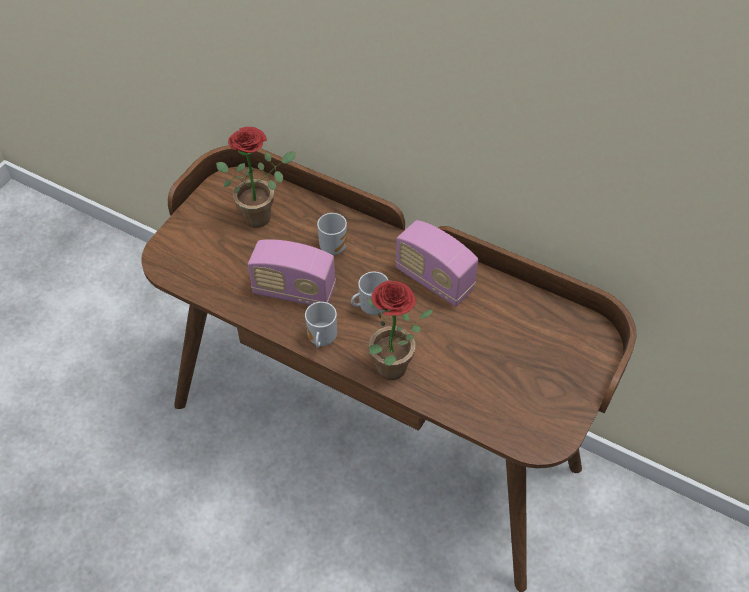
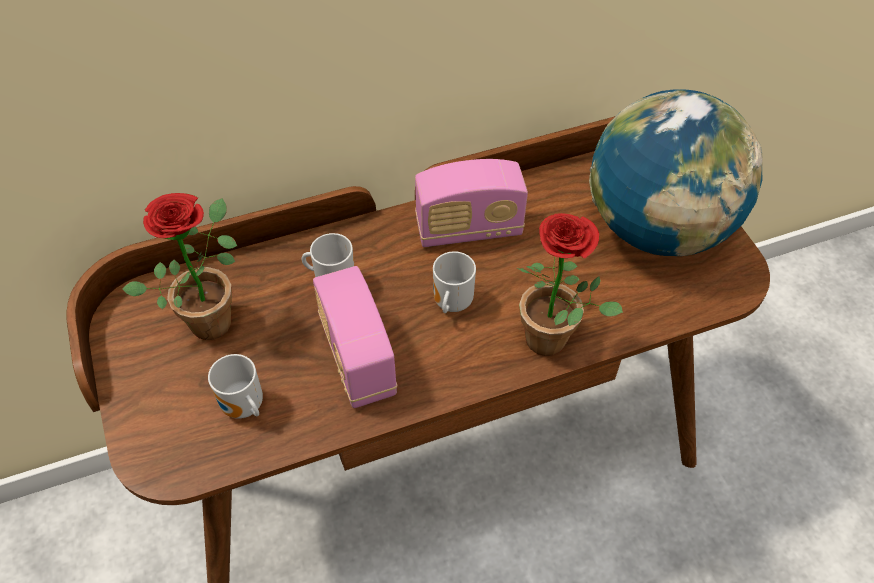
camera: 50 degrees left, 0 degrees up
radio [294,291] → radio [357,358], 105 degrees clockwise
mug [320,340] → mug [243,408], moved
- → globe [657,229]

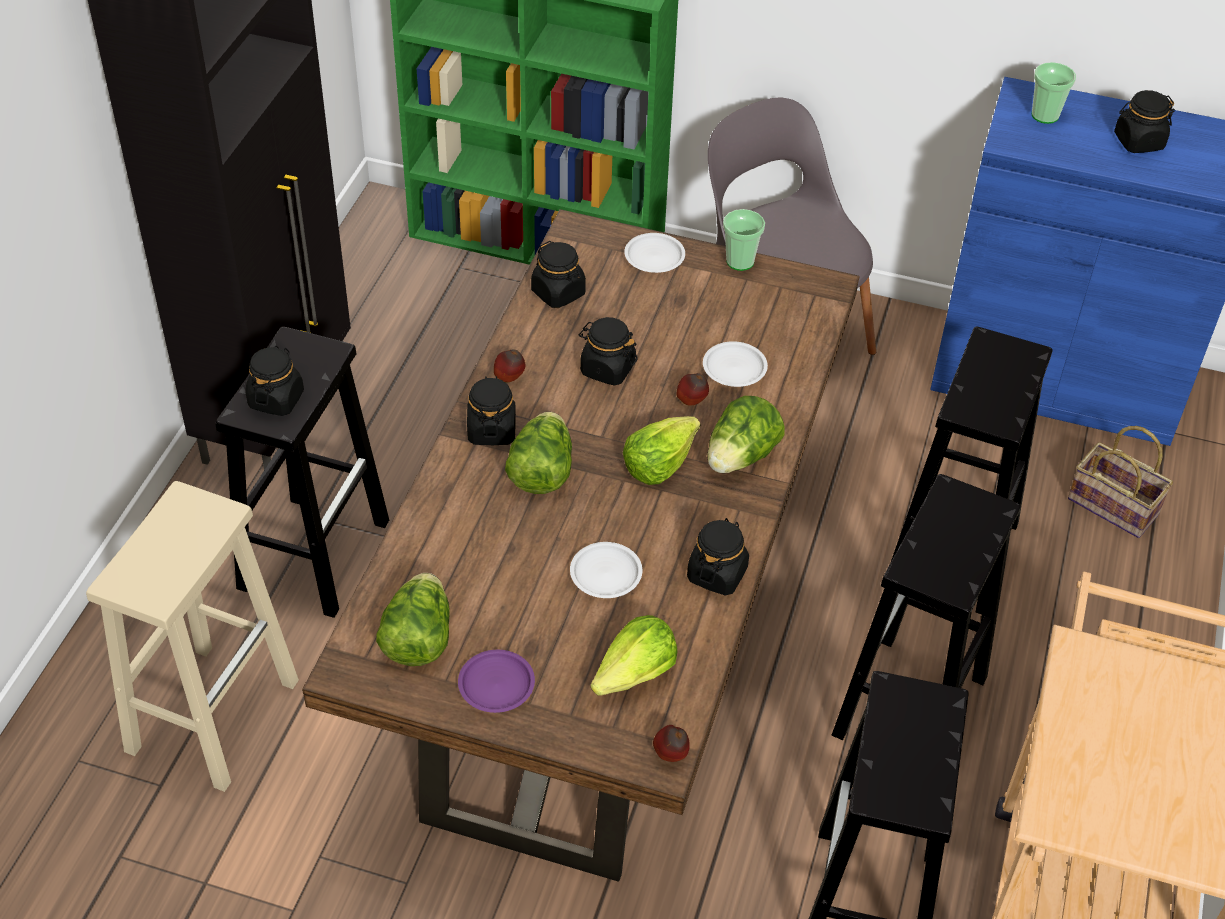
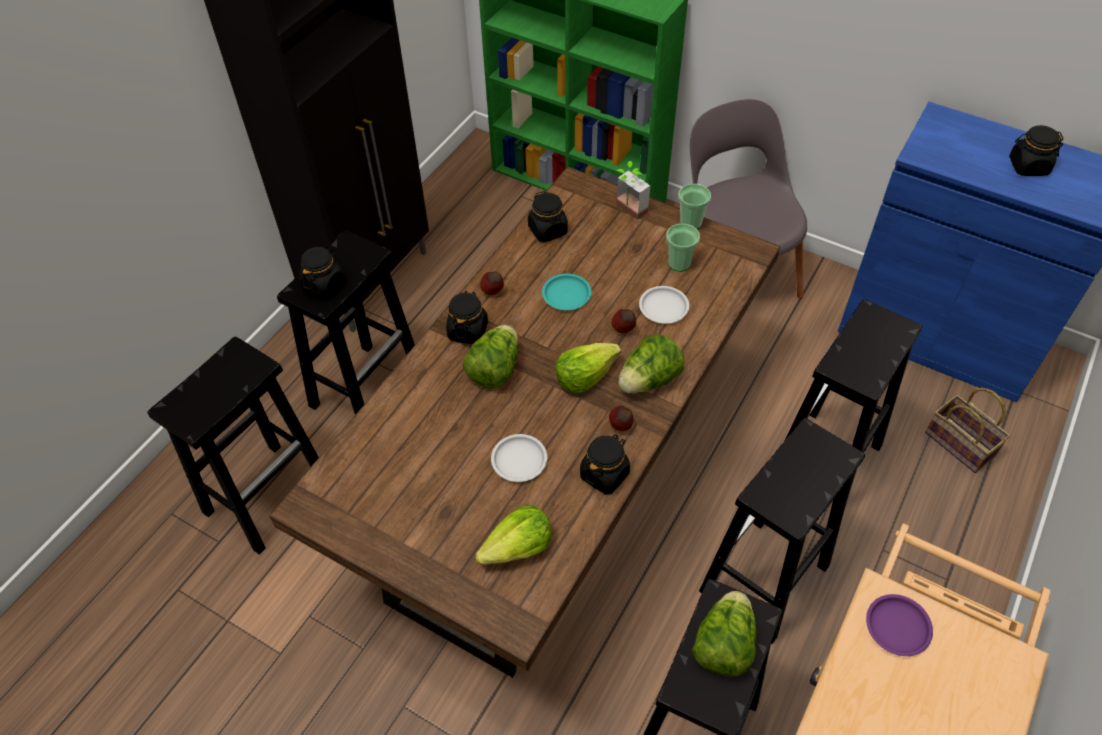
camera: 15 degrees right, 5 degrees up
cup [1045,115] → cup [679,263], moved
plate in white [655,257] → potted plant [627,211]
jar in black [607,369] → plate in turquoise [567,294]
stool in beige [214,713] → stool in black [268,495]
lettuce [418,639] → lettuce [723,645], moved
plate in purple [495,685] → plate in purple [897,627], moved
apple [671,756] → apple [621,427], moved

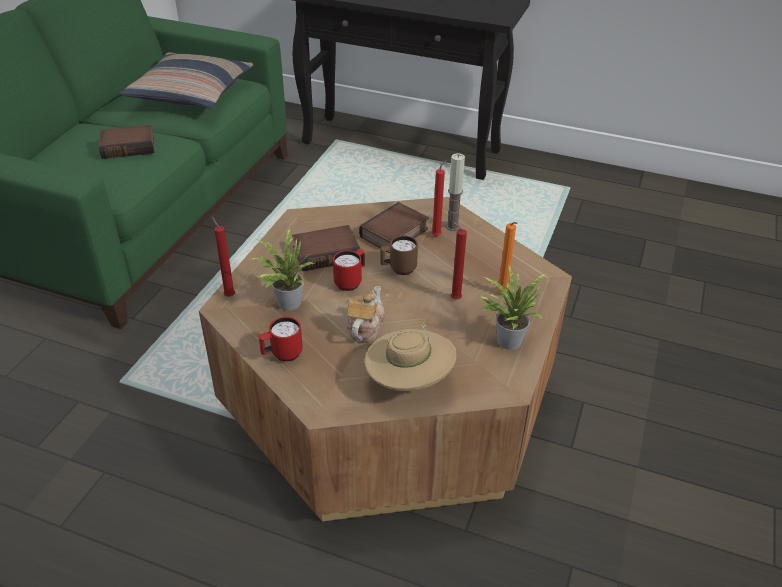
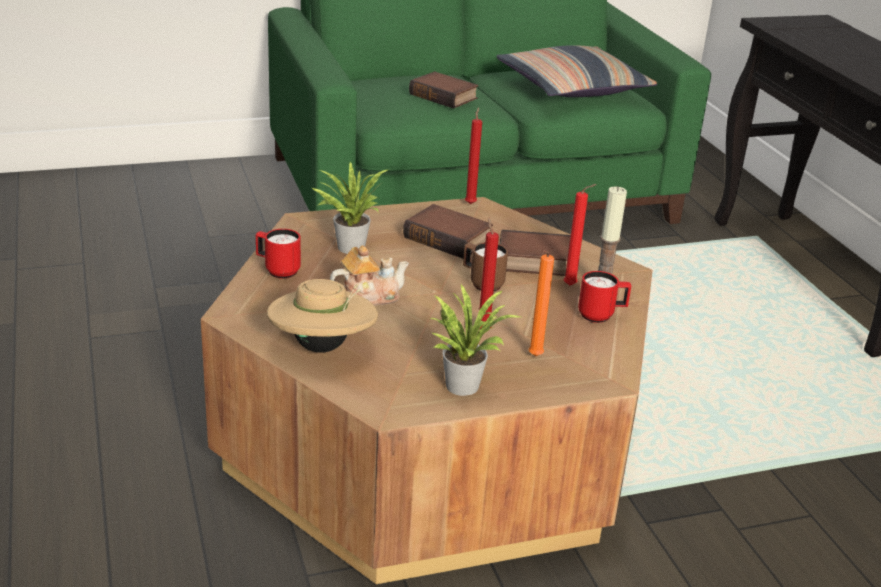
camera: 50 degrees right, 10 degrees down
candle in red [228,295] → candle in red [470,203], moved
mug in red [351,281] → mug in red [601,316], moved

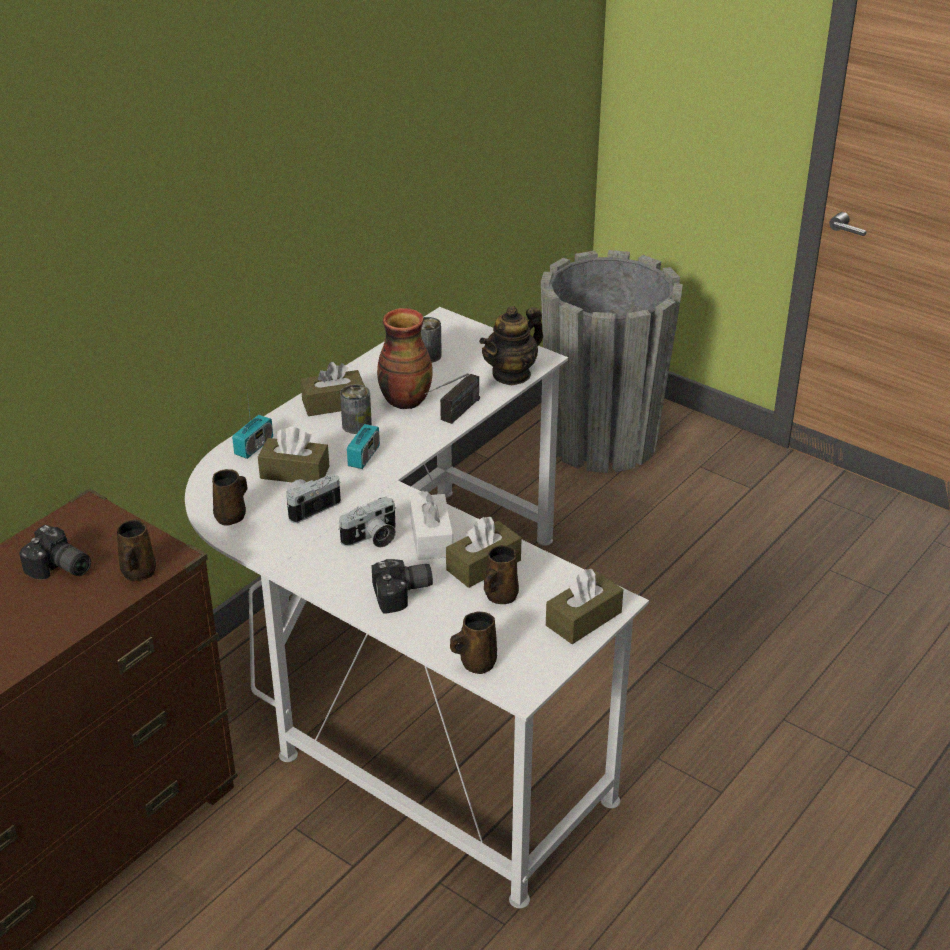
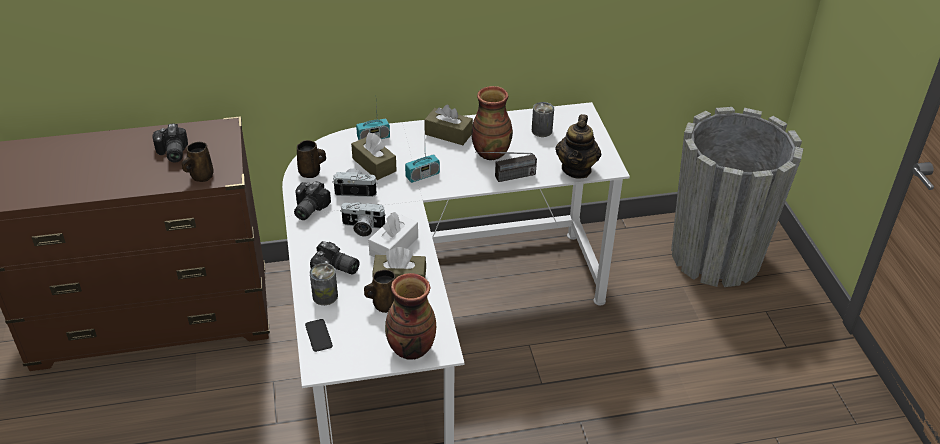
camera: 40 degrees right, 5 degrees up
teapot [511,374] → teapot [577,169], 75 degrees counterclockwise
can [356,425] → can [325,296], moved
tissue box in brown [583,619] → vase [410,349]
mug in brown [476,663] → phone [318,335]
- → photo camera [307,209]

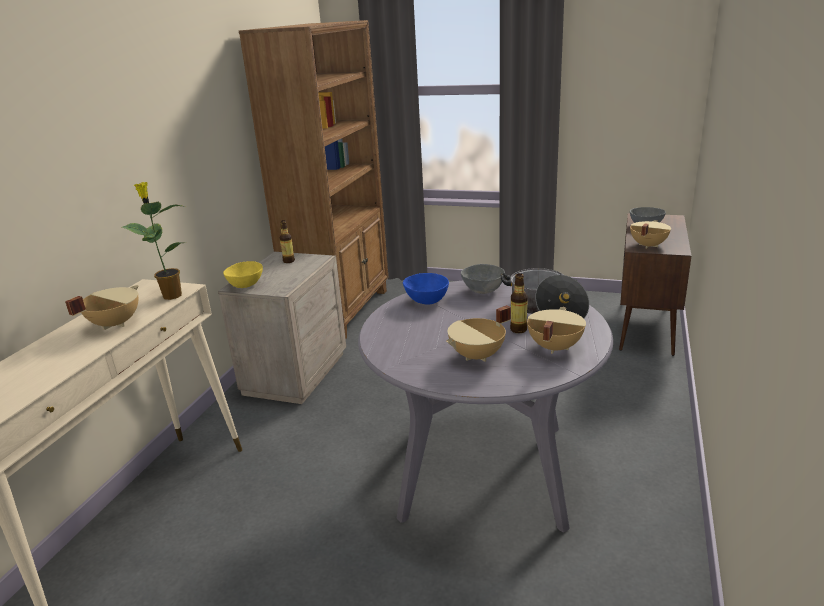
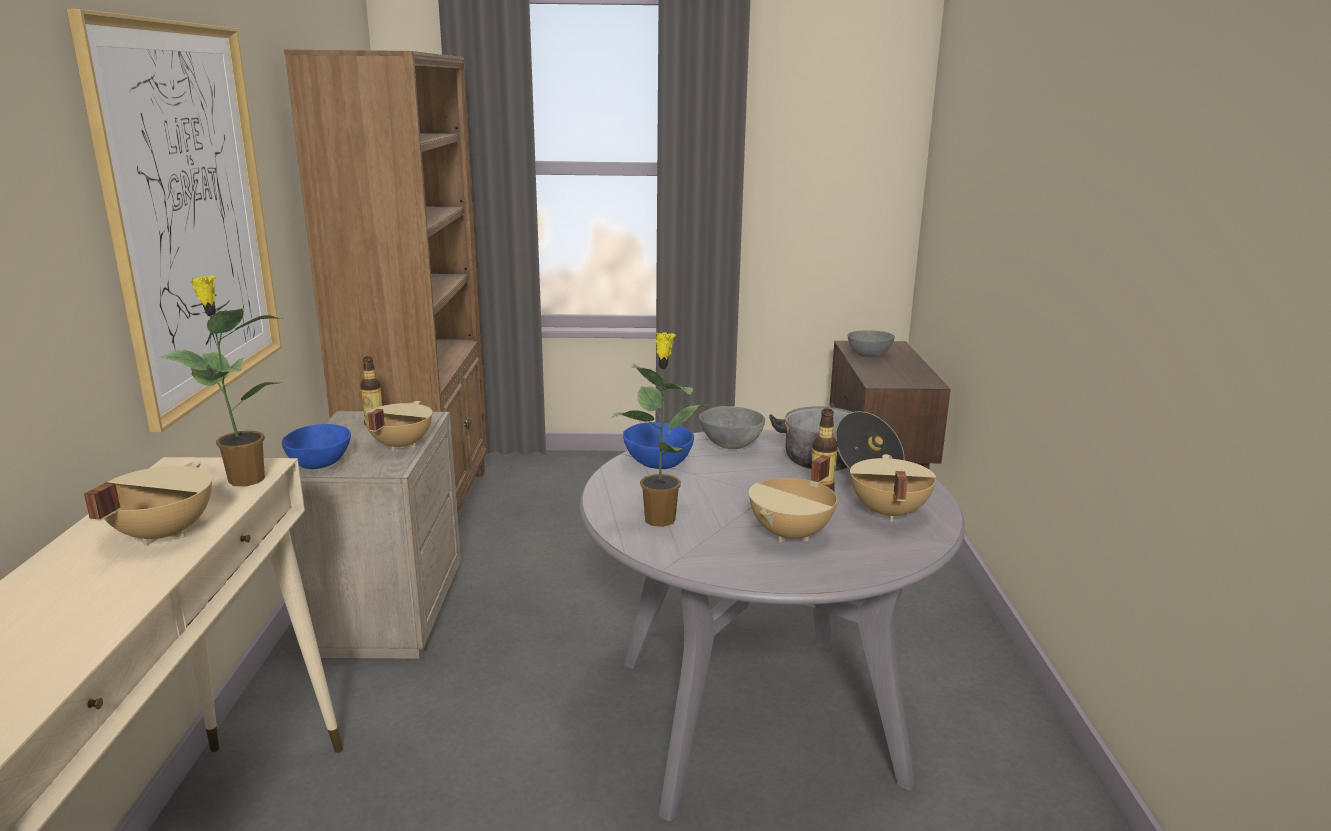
camera: 20 degrees left, 5 degrees down
cooking pot in beige [647,245] → cooking pot in beige [399,445], moved
bowl in yellow [246,285] → bowl in blue [321,463]
- → picture [191,214]
- → potted plant [660,518]

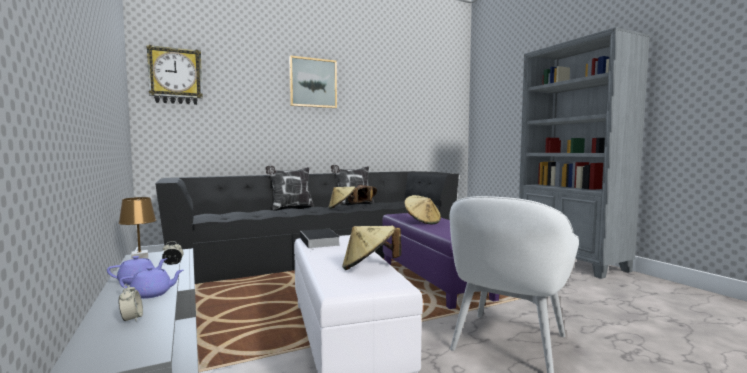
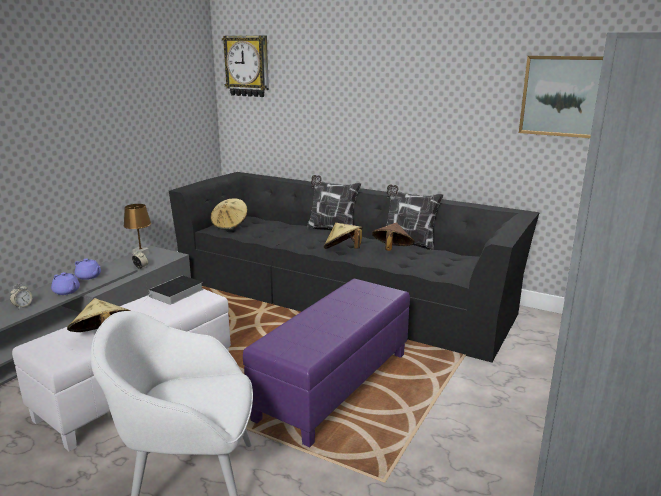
camera: 55 degrees right, 15 degrees up
picture [313,83] → picture [563,96], moved
hat in beige [422,222] → hat in beige [230,225], moved

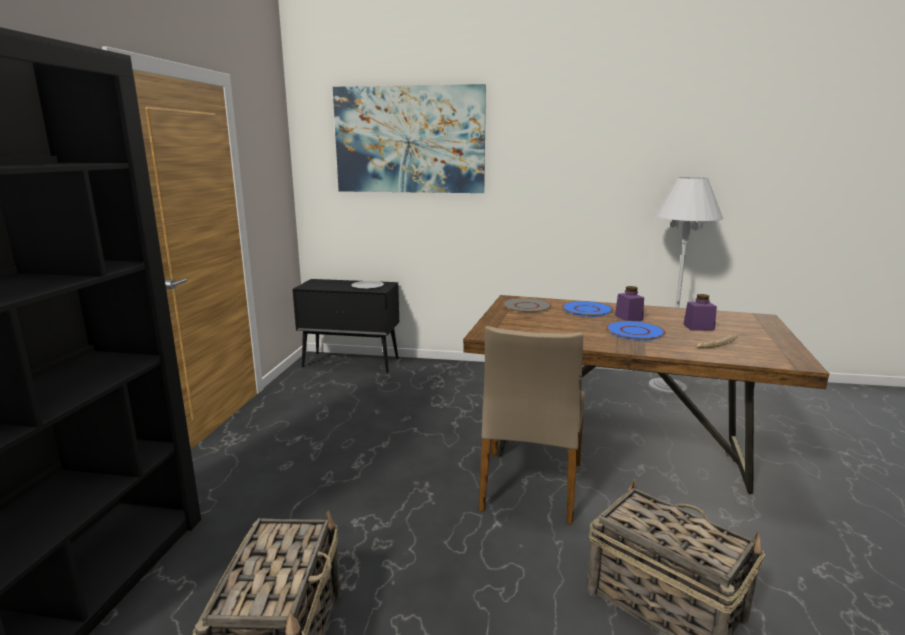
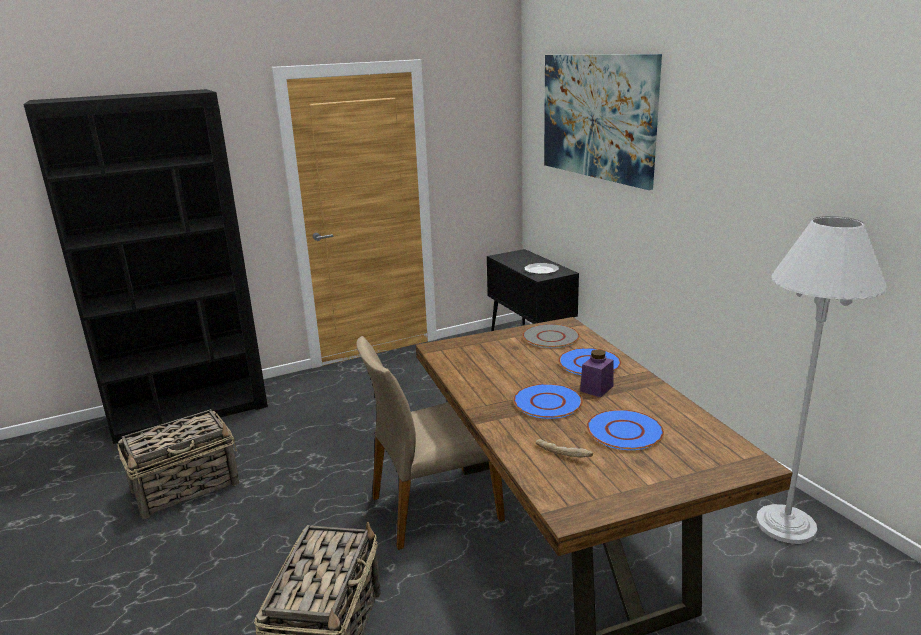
camera: 55 degrees right, 5 degrees up
jar in purple [698,327] → plate in blue [625,431]

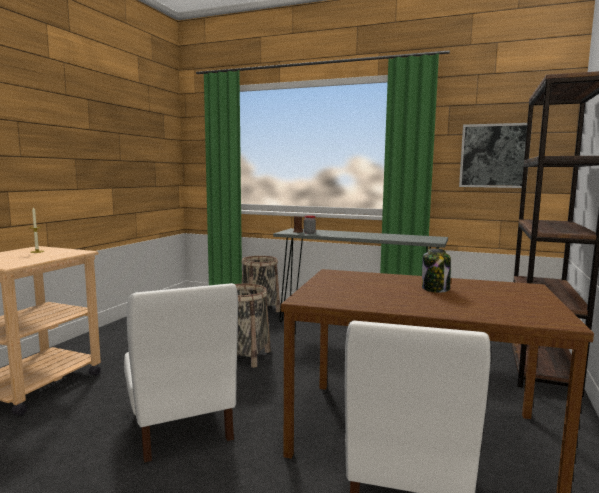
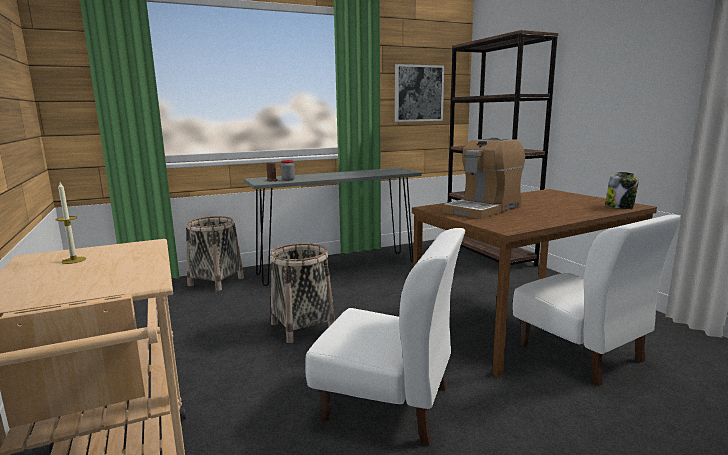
camera: 45 degrees left, 5 degrees up
jar [435,289] → jar [620,206], moved
- → coffee machine [483,209]

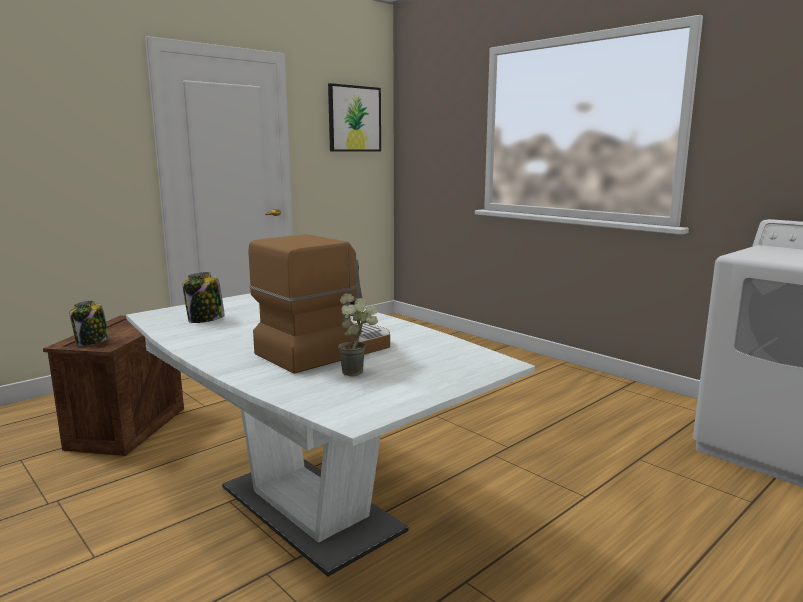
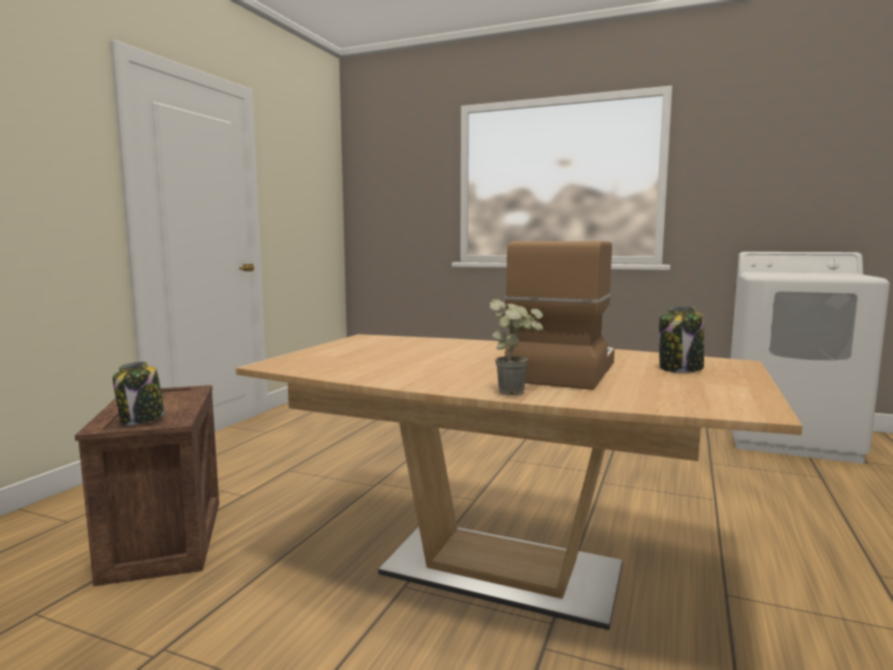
camera: 25 degrees left, 5 degrees down
picture [354,119] → -
jar [205,320] → jar [680,369], moved
dining table in white [309,508] → dining table in brown [501,570]
potted plant [359,372] → potted plant [516,392], moved

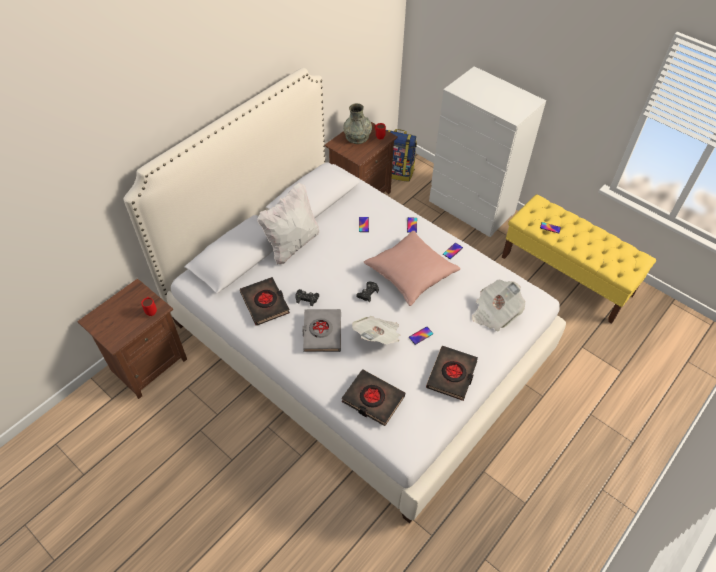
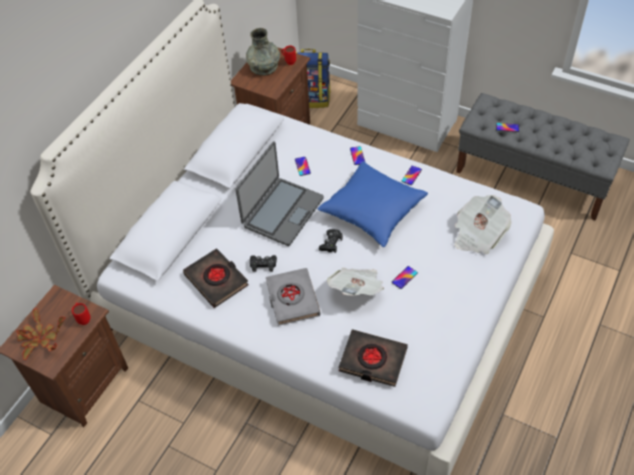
camera: 10 degrees left, 0 degrees up
pillow in white [292,245] → -
bench in yellow [566,276] → bench in grey [533,178]
pillow in pink [410,274] → pillow in blue [372,211]
book in black [452,375] → -
- → laptop [282,212]
- → potted plant [40,339]

